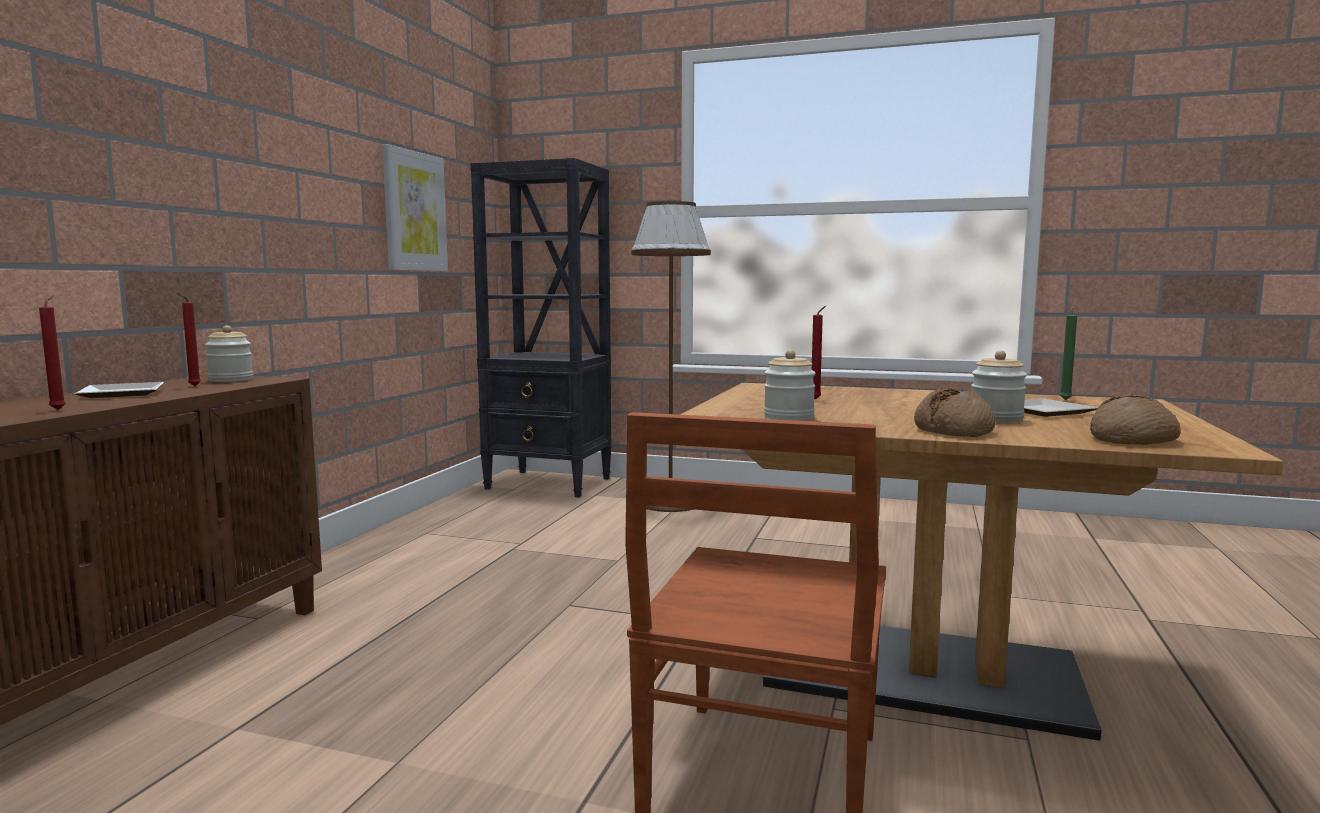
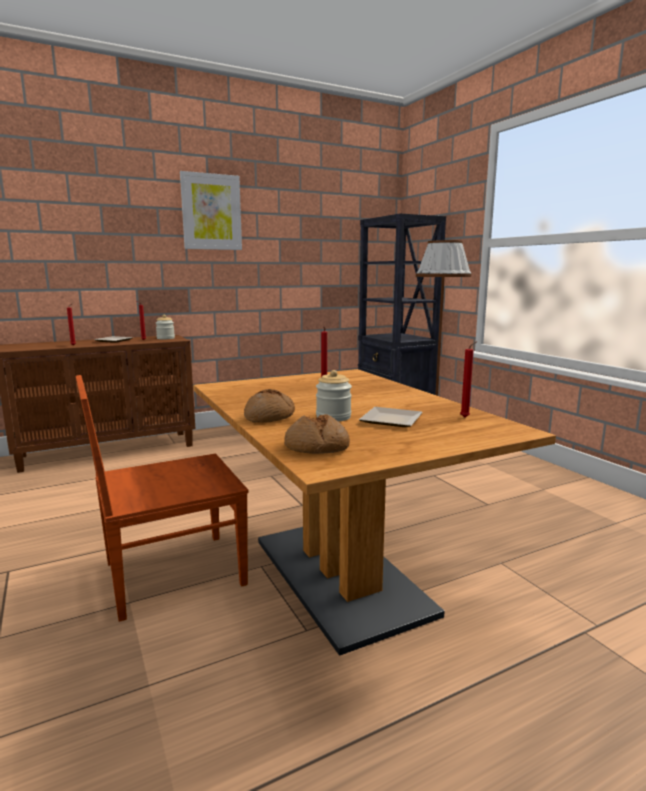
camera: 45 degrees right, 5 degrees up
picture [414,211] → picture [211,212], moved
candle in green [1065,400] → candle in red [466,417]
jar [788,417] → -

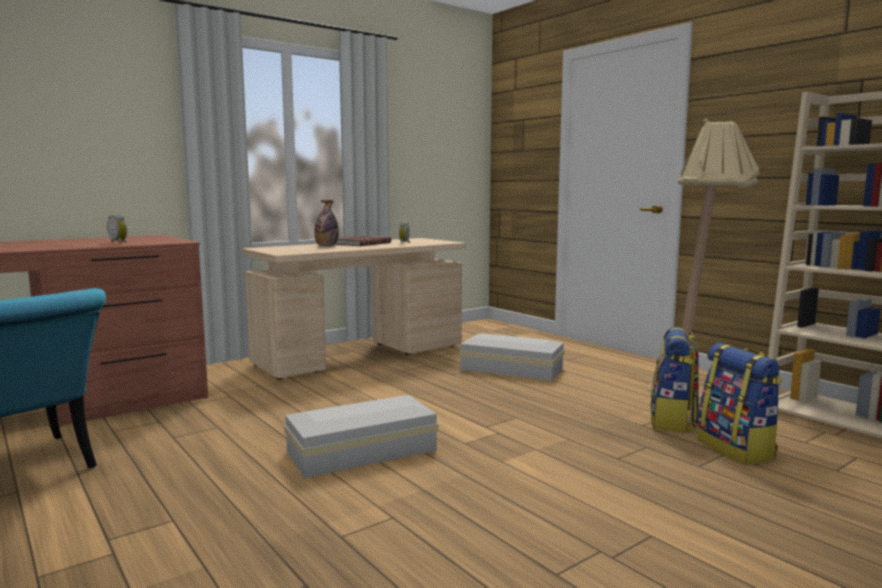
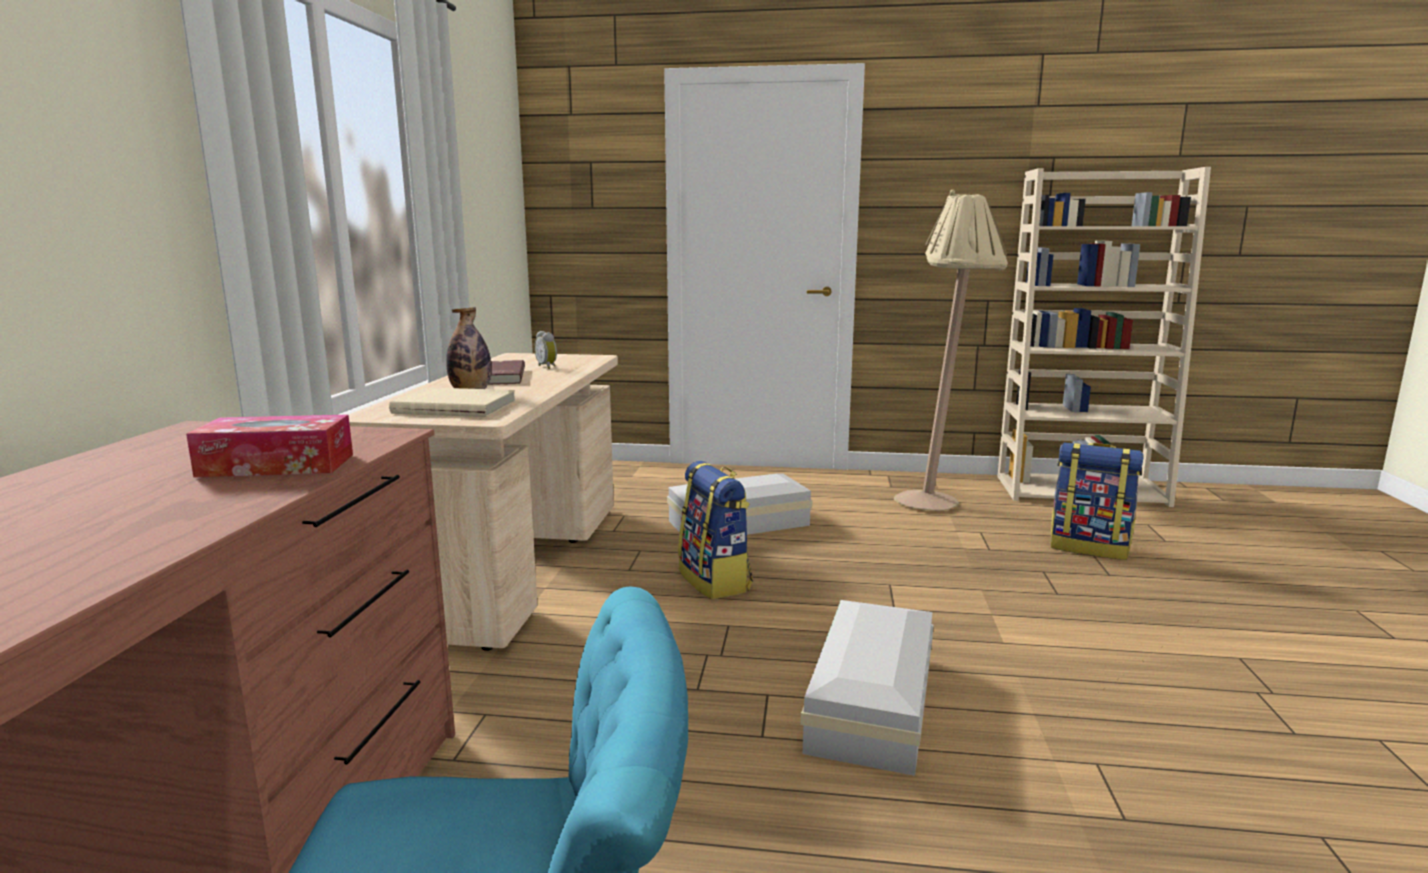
camera: 45 degrees left, 5 degrees up
alarm clock [119,243] → tissue box [277,465]
backpack [673,421] → backpack [716,581], moved
- → book in beige [456,407]

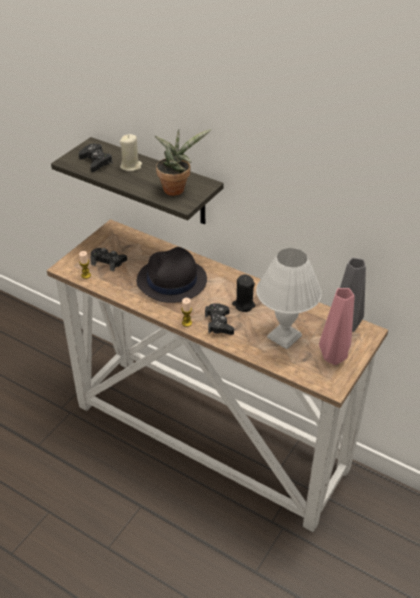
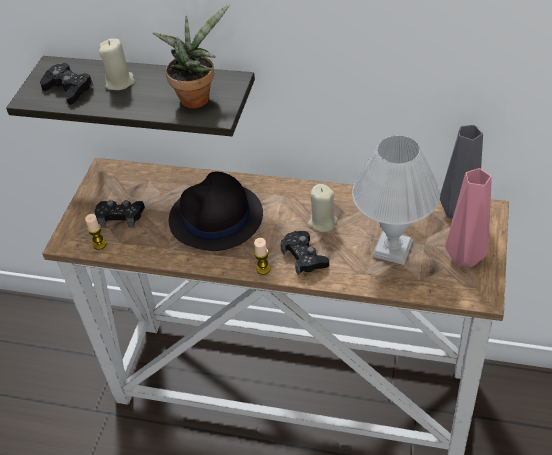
camera: 15 degrees left, 5 degrees up
candle in black [243,305] → candle in beige [322,222]

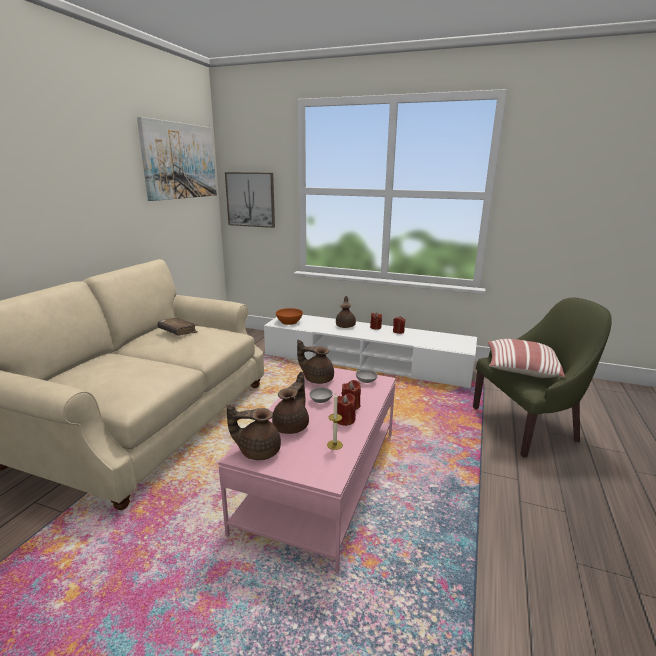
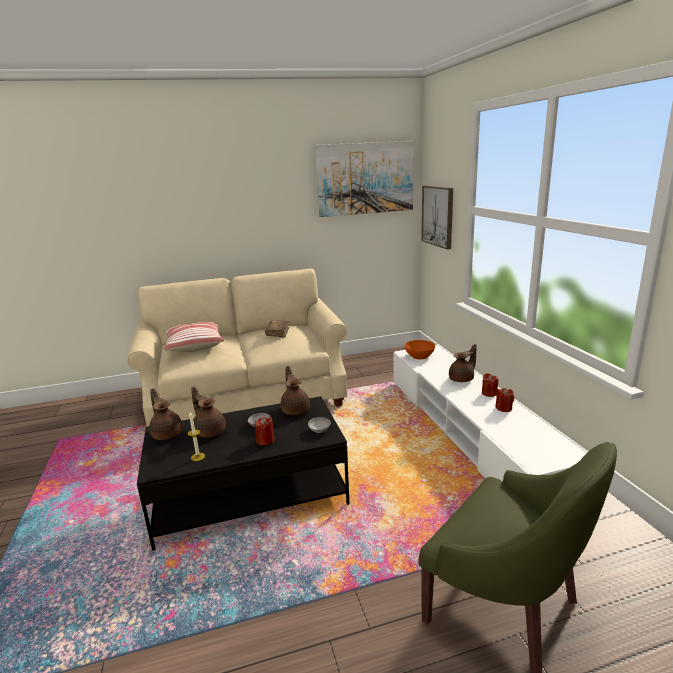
camera: 55 degrees right, 0 degrees up
pillow [520,369] → pillow [194,346], moved
coffee table in pink [321,478] → coffee table in black [250,495]
teapot in brown [292,426] → teapot in brown [210,430], 120 degrees counterclockwise
candle in red [345,420] → -

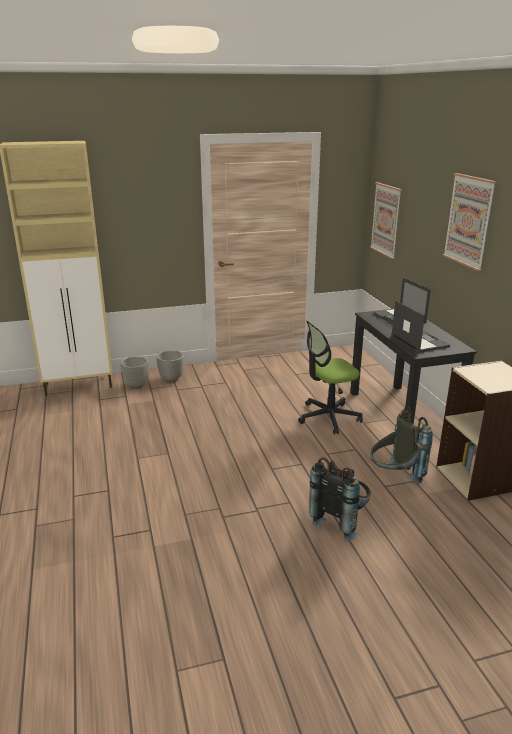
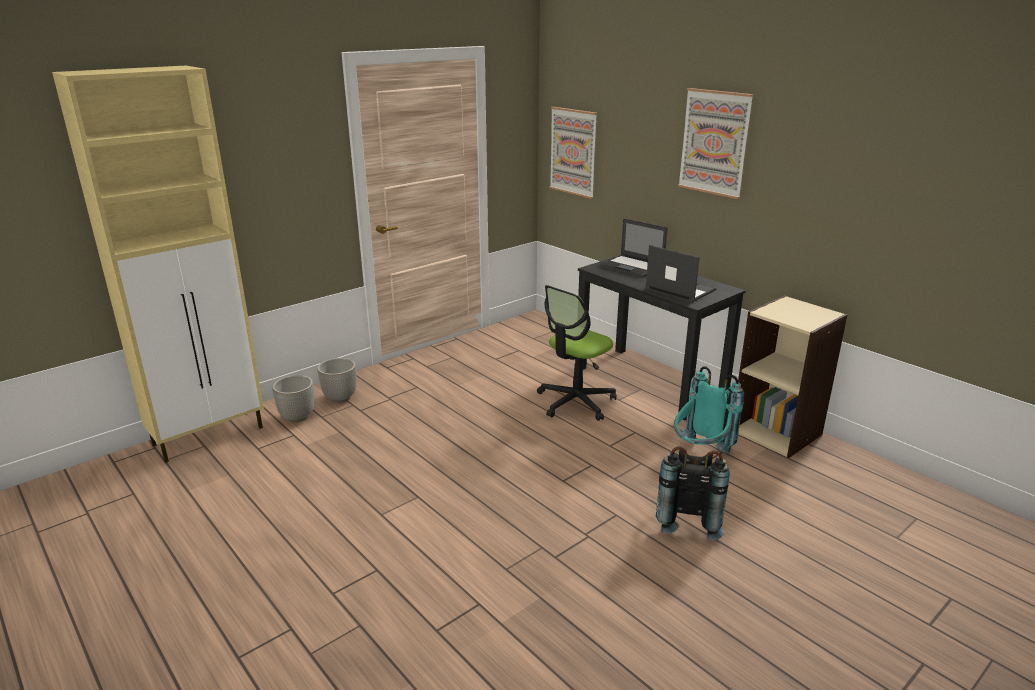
camera: 25 degrees left, 0 degrees up
backpack in grey [394,477] → backpack in turquoise [700,453]

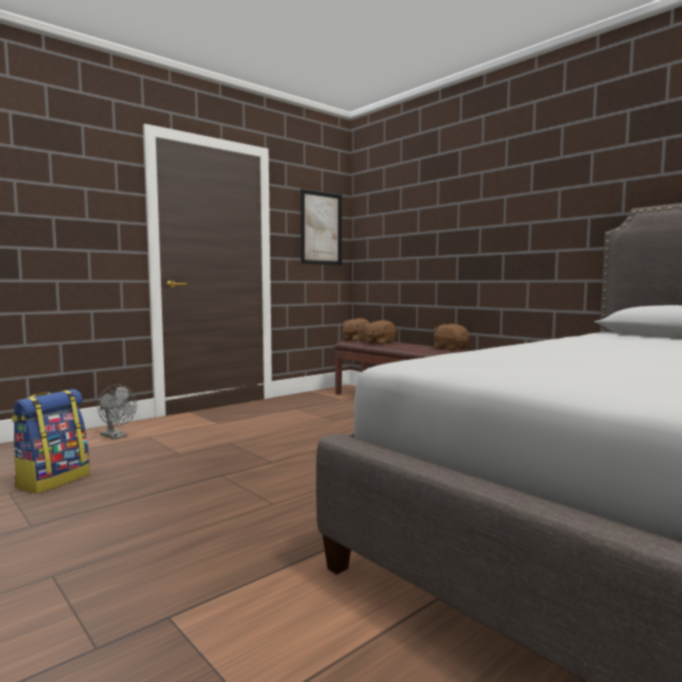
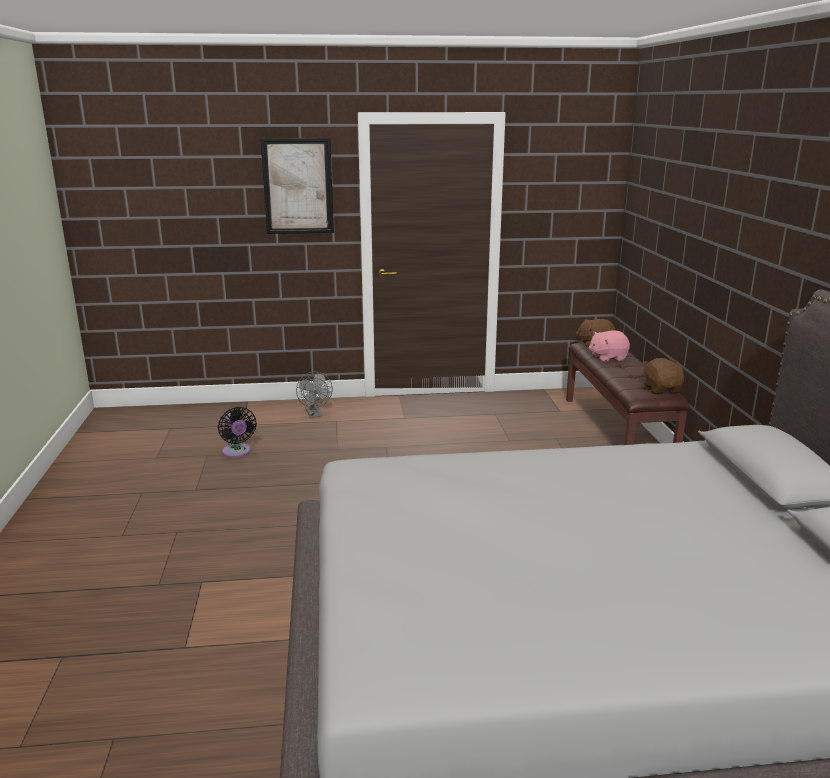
camera: 35 degrees right, 15 degrees up
picture [321,228] → picture [298,186], moved
plush toy in brown [380,343] → plush toy in pink [607,358]
backpack [53,481] → fan in black [237,452]

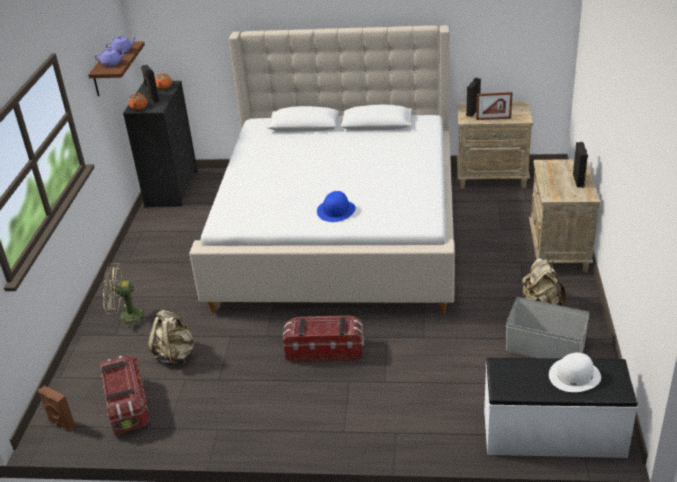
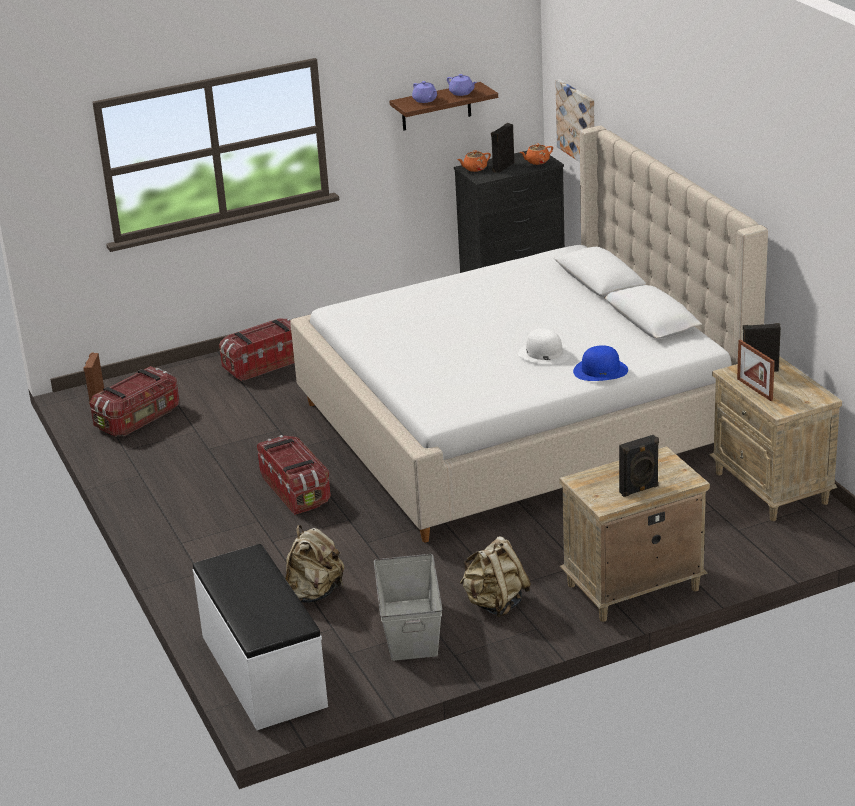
camera: 60 degrees right, 5 degrees down
hat in blue [336,210] → hat in blue [600,370], moved
fan in beige [126,317] → storage box [264,364]
backpack in beige [176,355] → backpack in beige [314,594], moved
hat in white [574,376] → hat in white [544,353], moved
- → picture [577,123]

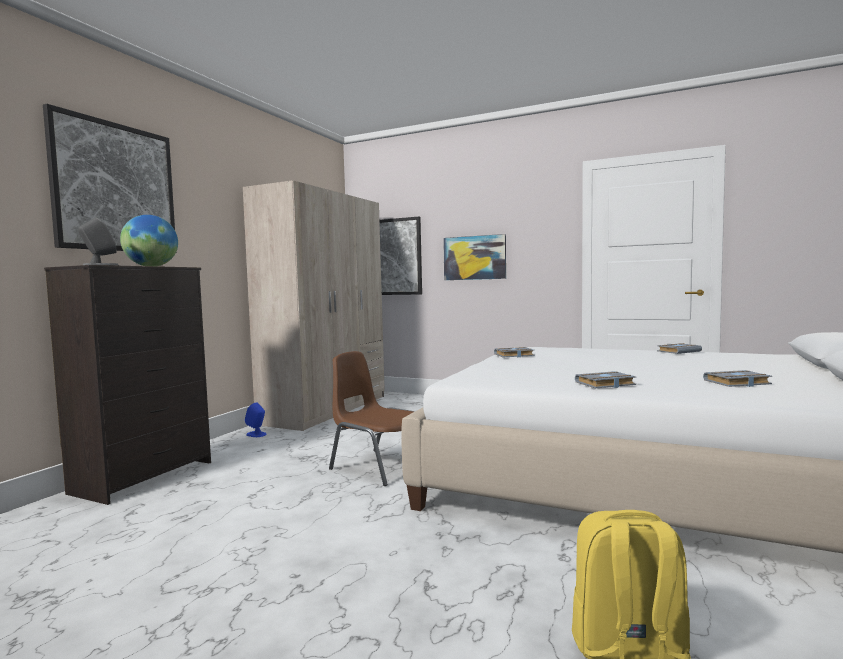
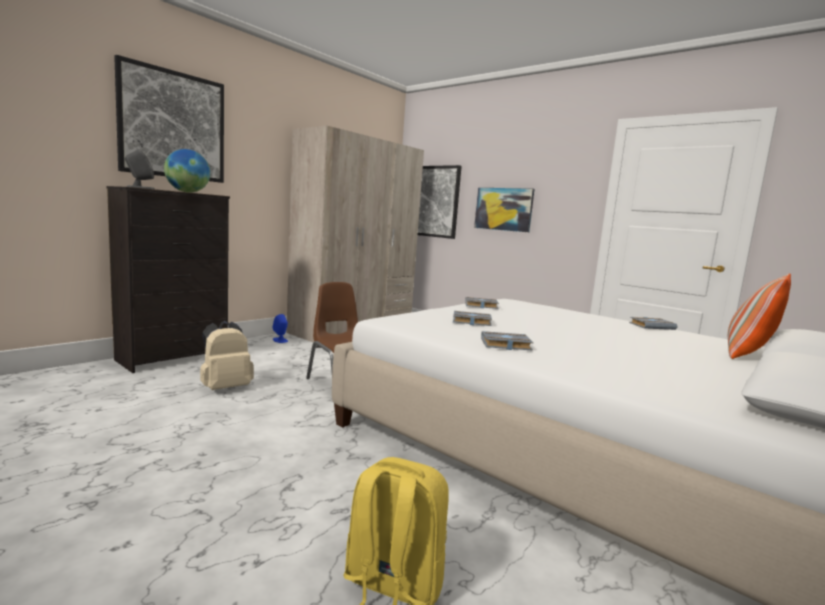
camera: 15 degrees right, 5 degrees up
book in grey [737,383] → book in grey [470,322], moved
- → pillow [748,355]
- → backpack in beige [225,388]

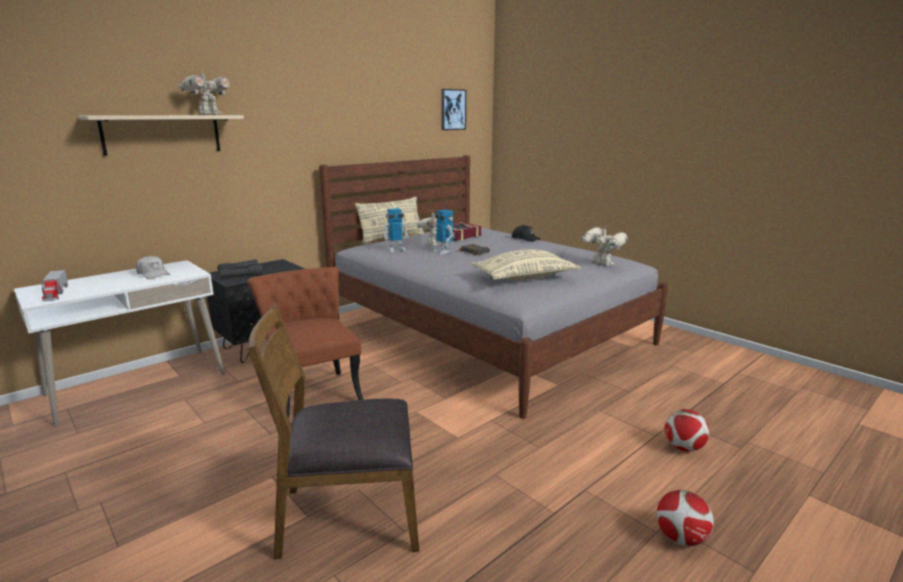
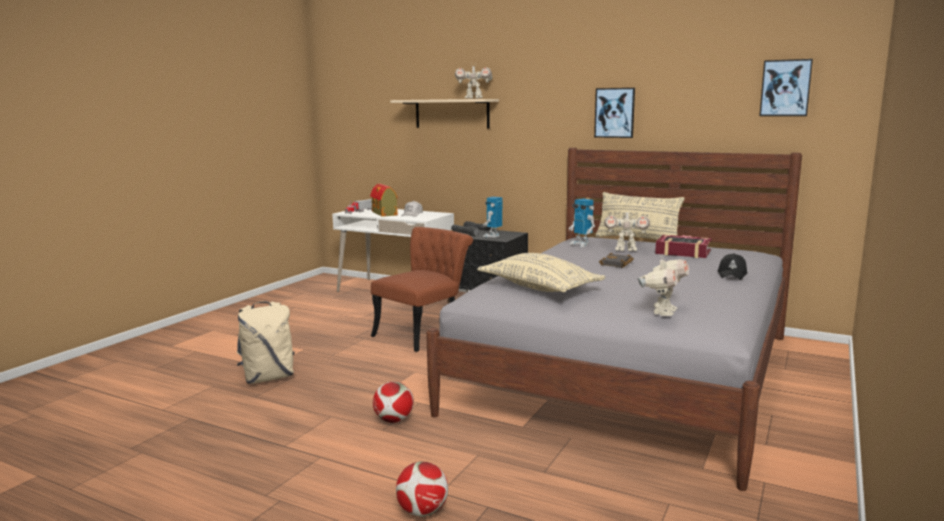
camera: 70 degrees right, 5 degrees down
toy robot [443,251] → toy robot [492,236], moved
chair in brown [349,515] → backpack in beige [268,378]
football [680,538] → football [393,420], moved
- → picture [614,113]
- → toy house [384,213]

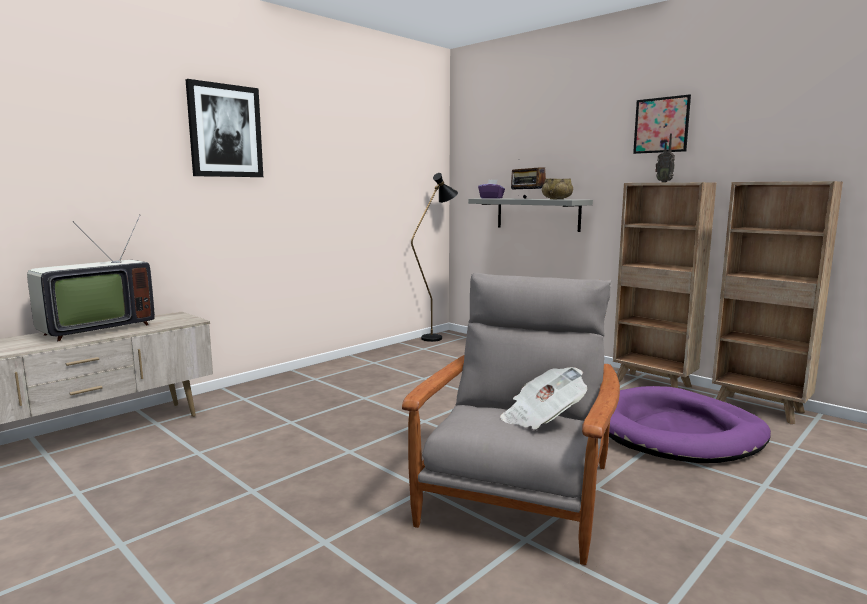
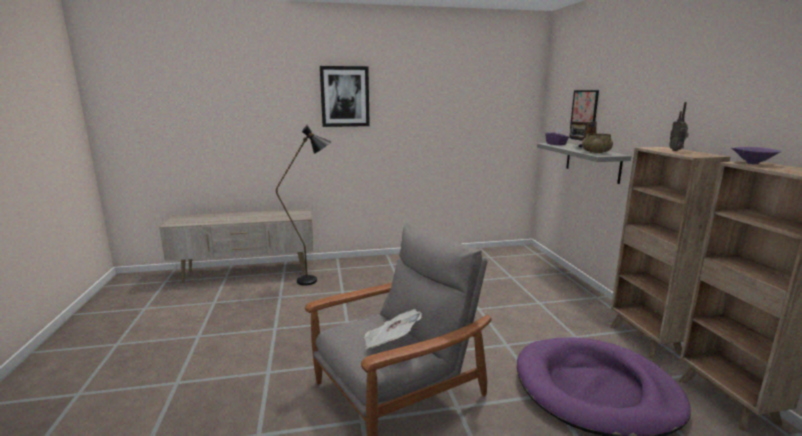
camera: 35 degrees right, 5 degrees up
picture [661,125] → picture [584,110], moved
floor lamp in black [437,337] → floor lamp in black [314,280], moved
television [94,329] → -
- → bowl in purple [751,163]

